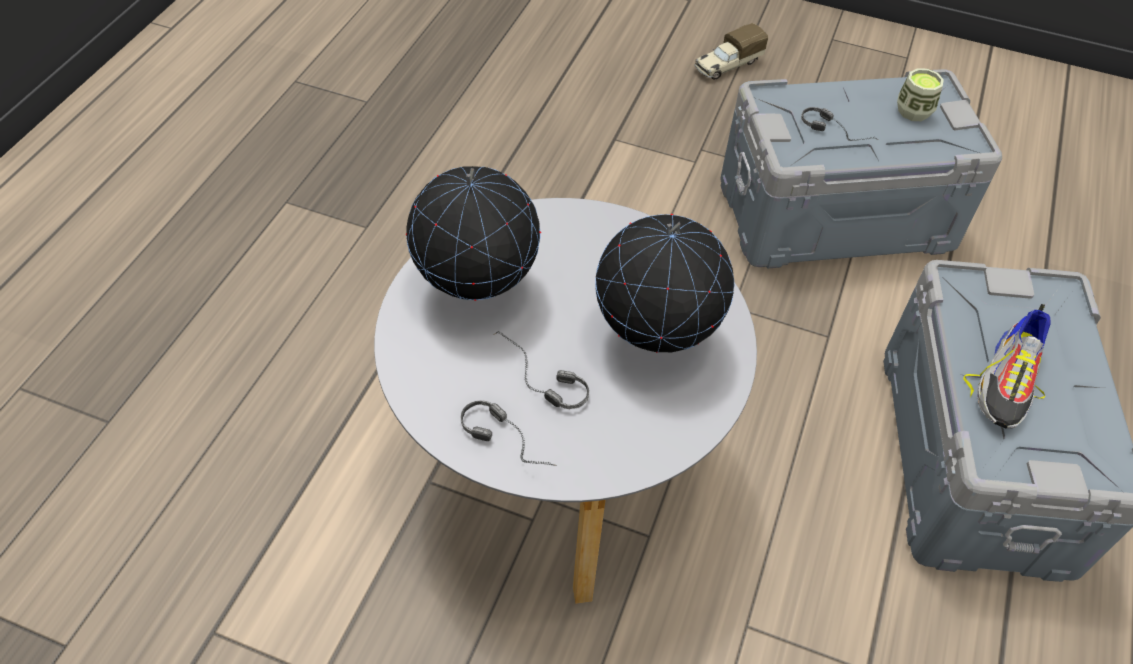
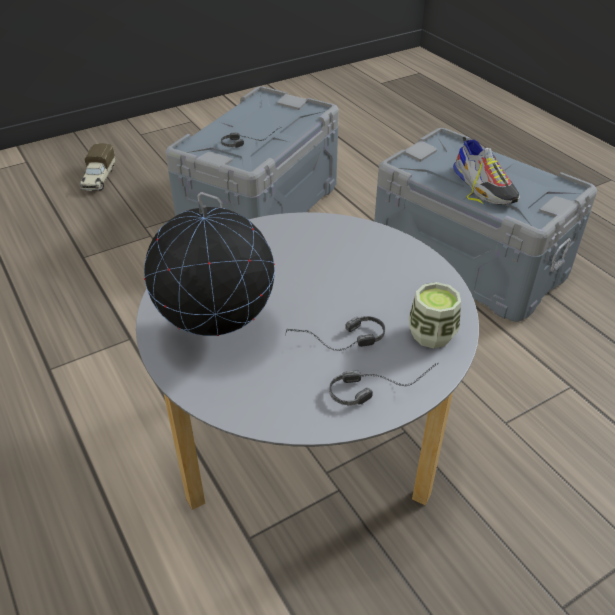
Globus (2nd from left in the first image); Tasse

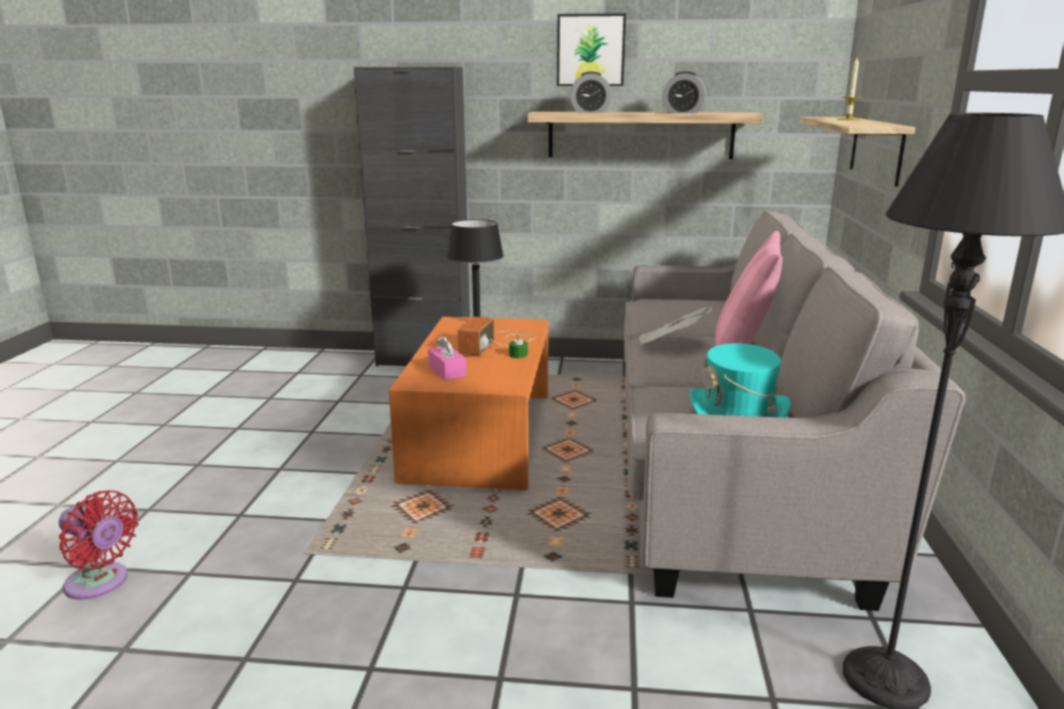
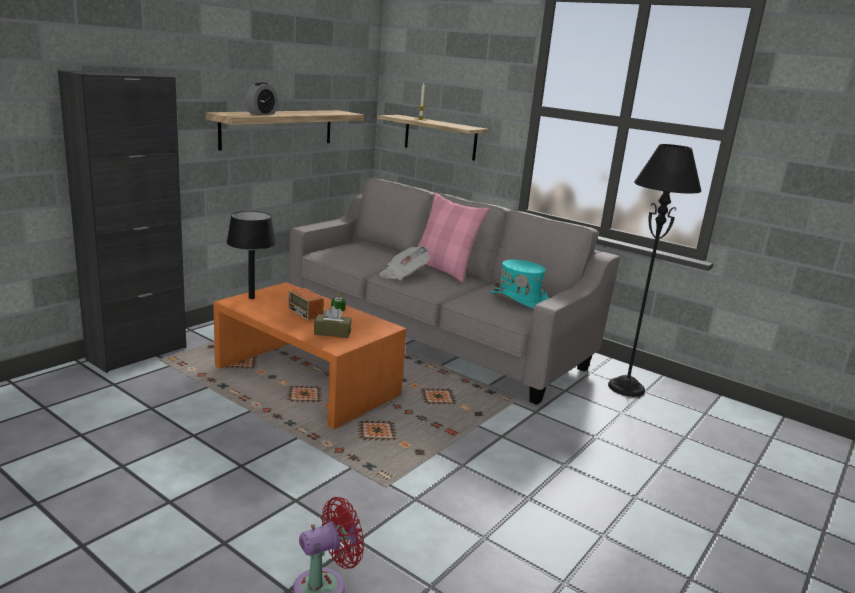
Bild; Wecker (2nd from left in the first image); Taschentuchbox/braun

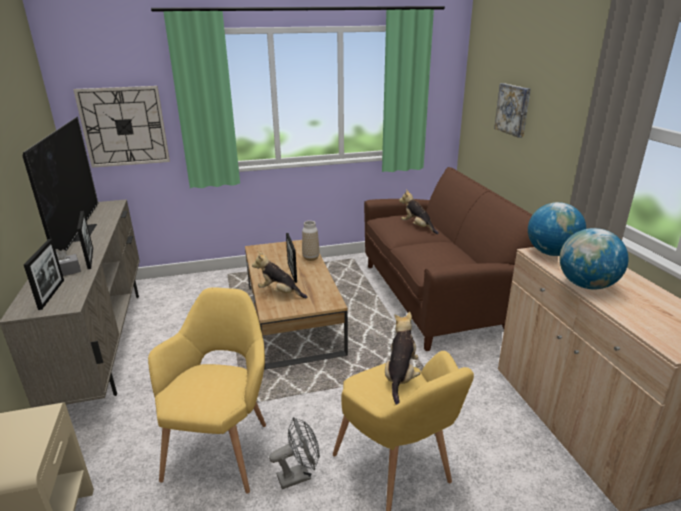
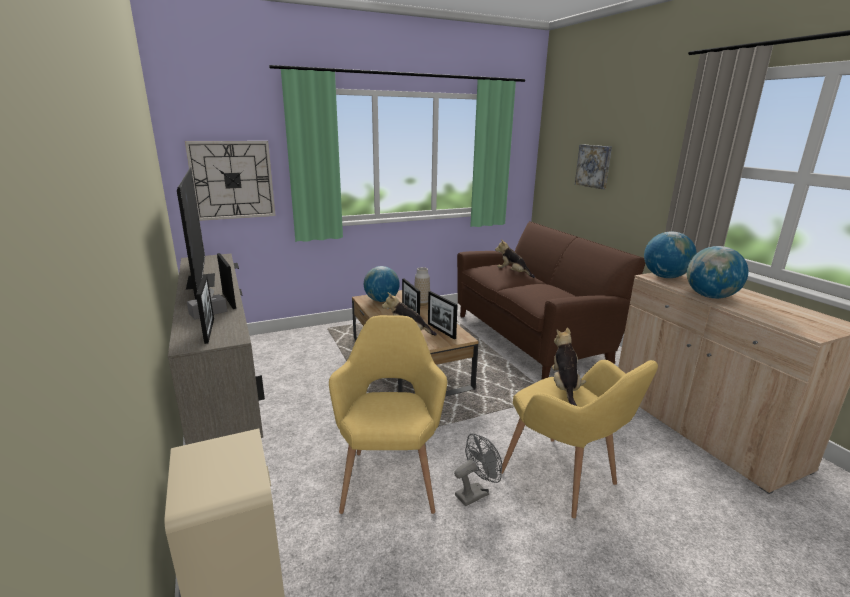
Globus (1st from left); Bilderrahmen (4th from left)

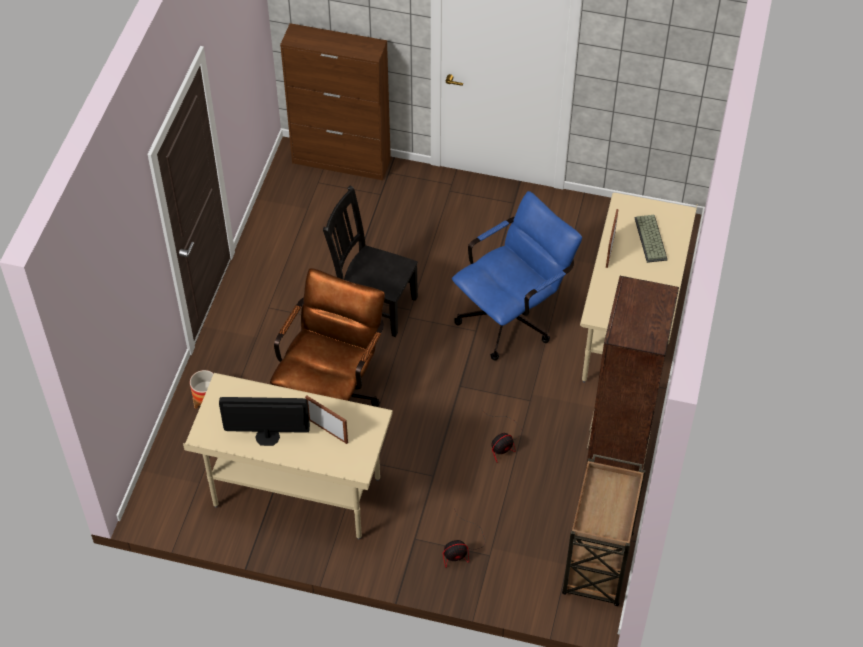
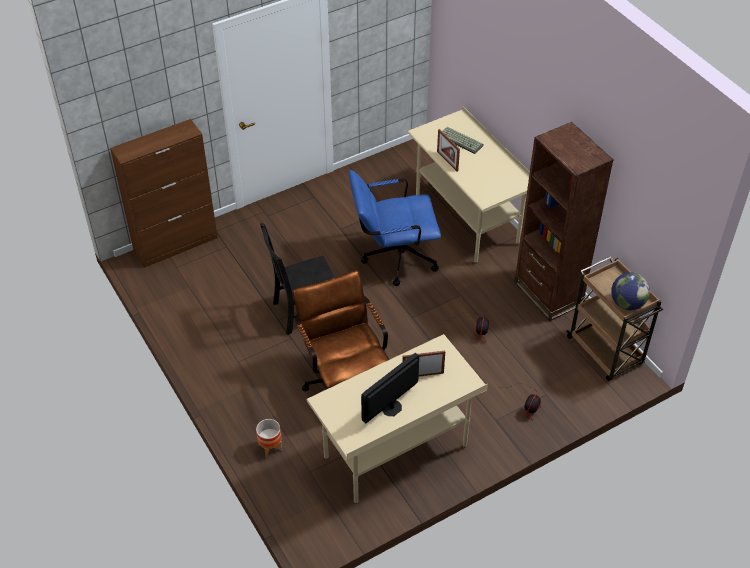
Globus; Bürostuhl/blau

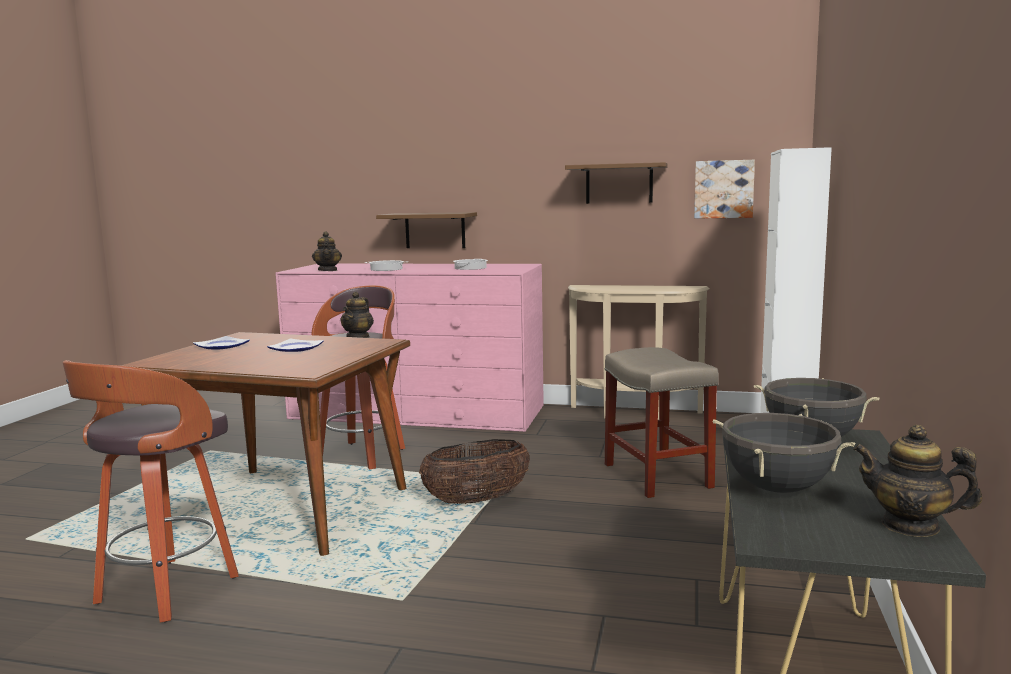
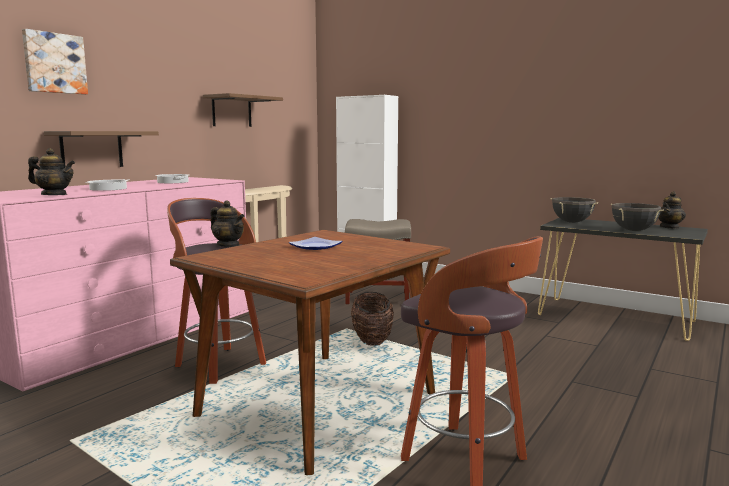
Teller (1st from left in the first image); Bild

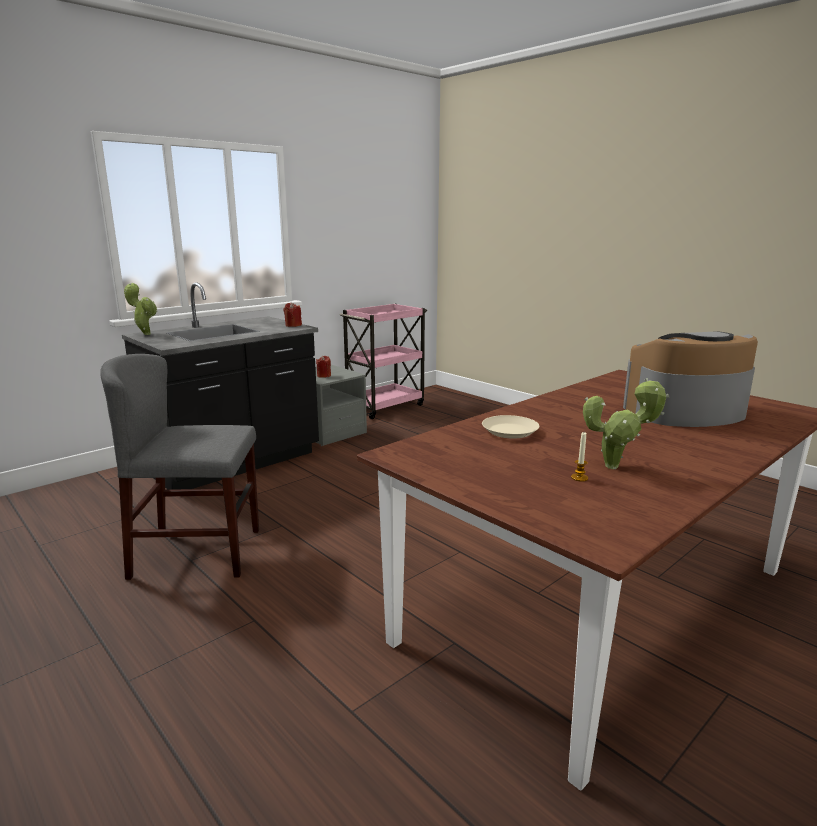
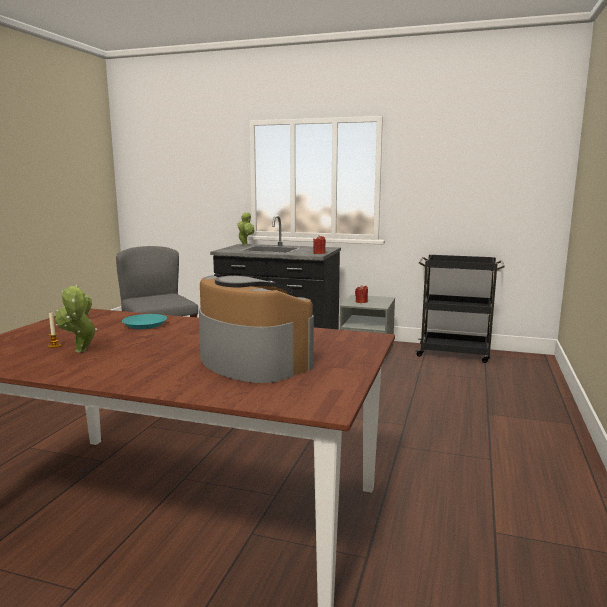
Rollwagen/schwarz; Teller/türkis

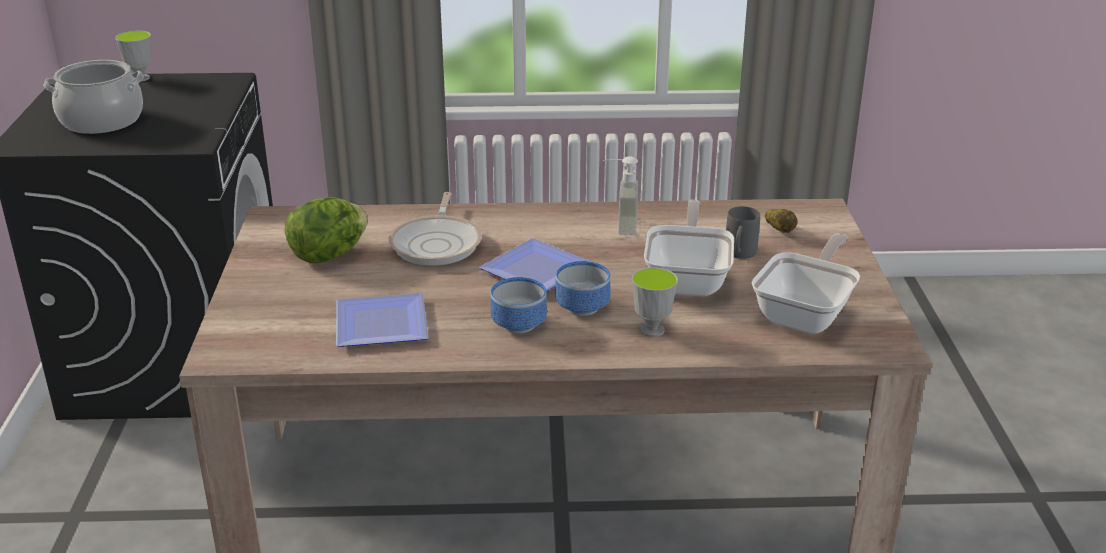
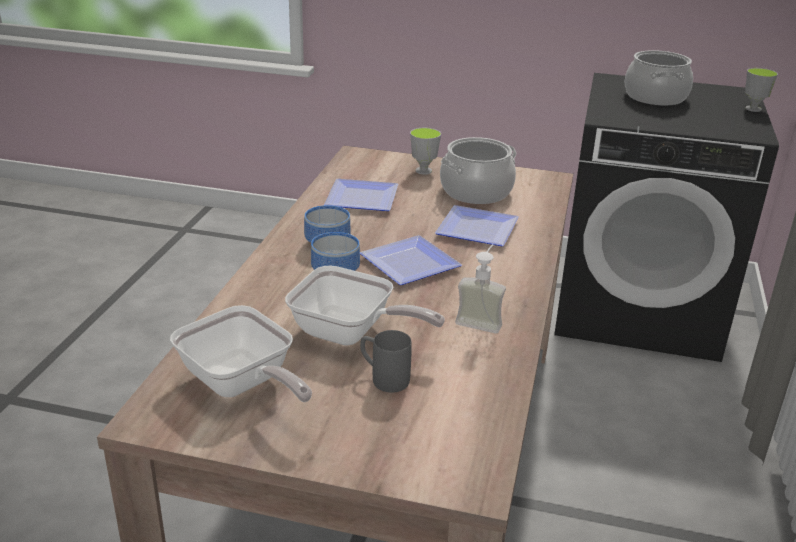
Kartoffel; Tasse (1st from left); Kochtopf (1st from left); Teller (3rd from left)

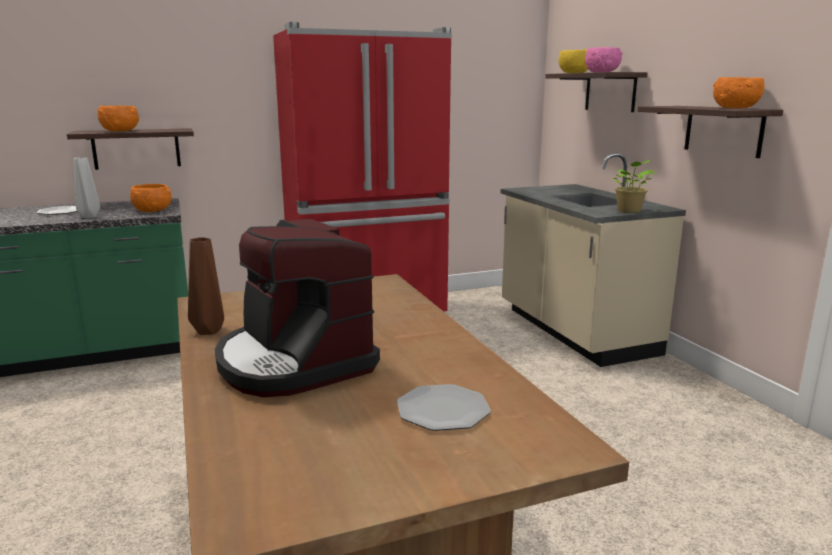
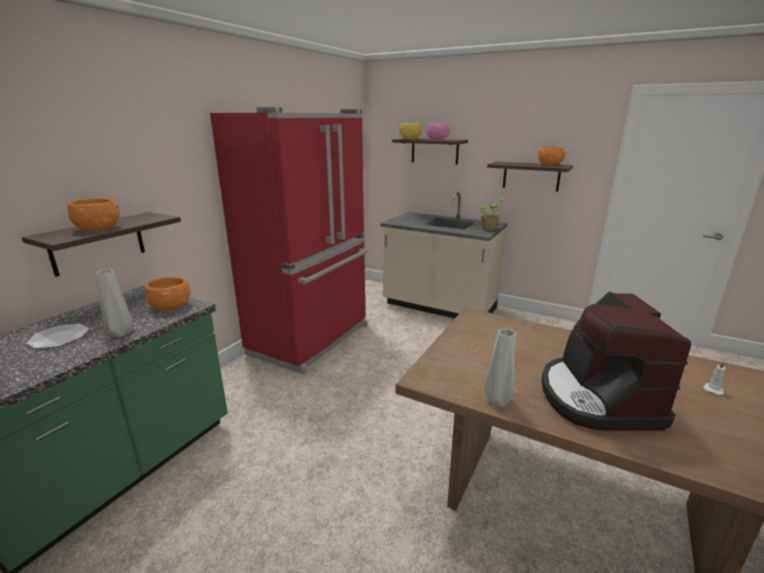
Kerze/weiß; Vase/grau (2nd from left); Kaffeemaschine

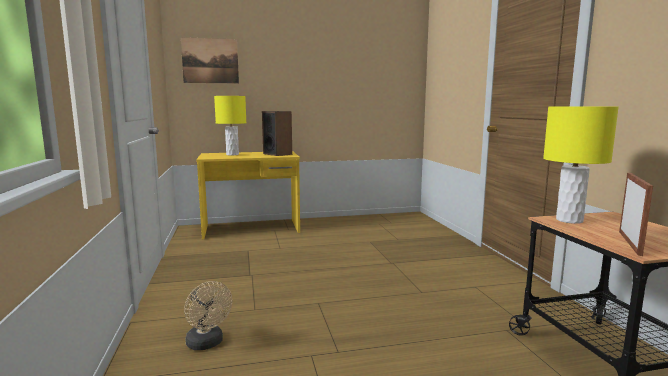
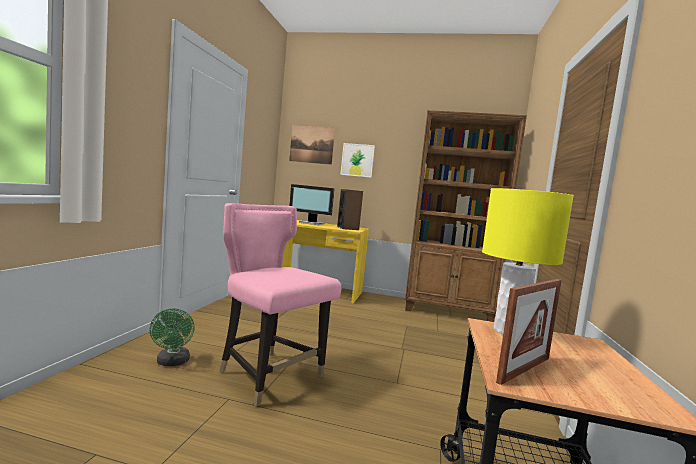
Stuhl/rosa; Bild (2nd from left); Bücherregal/braun; Monitor; Ventilator/grün

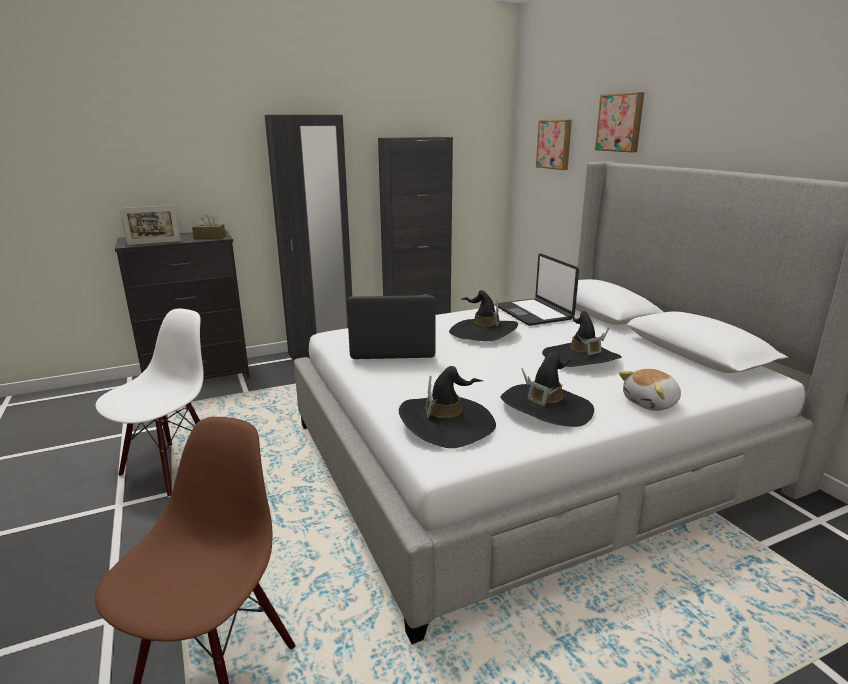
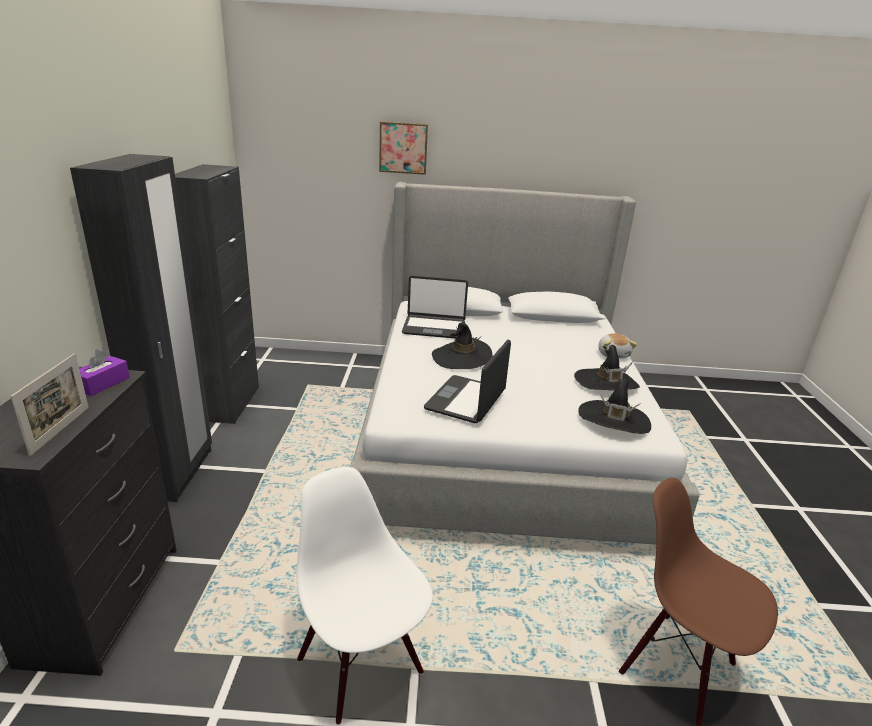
Bild (1st from left in the first image); Hut/schwarz (4th from left in the first image); Taschentuchbox/lila

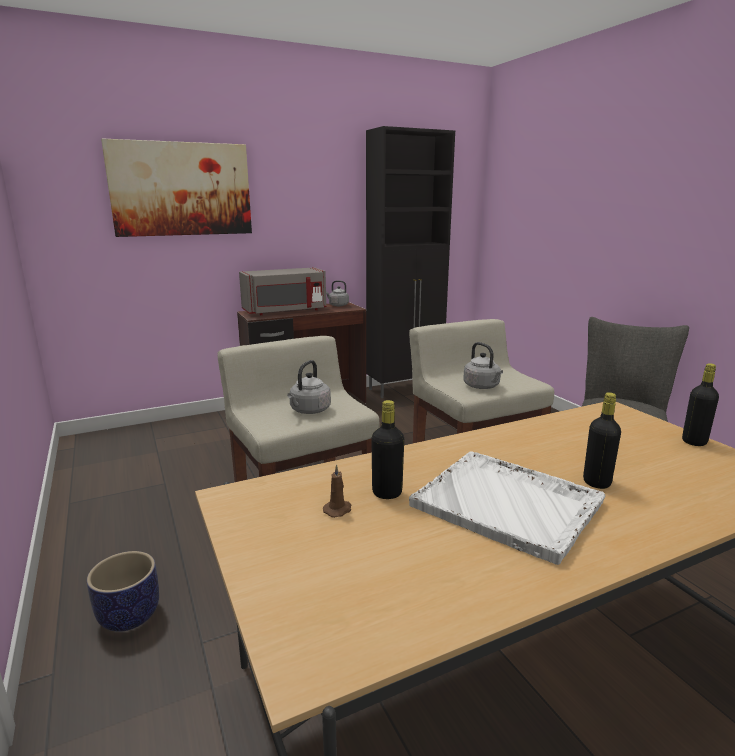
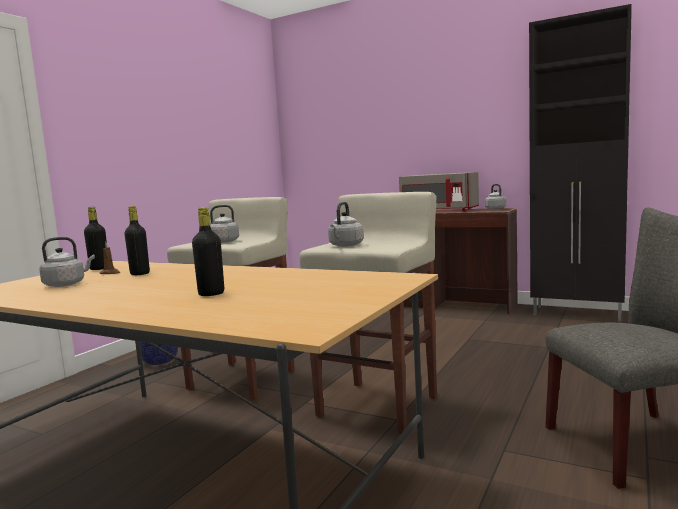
Bild; Tablett/weiß; Wasserkessel/grau (1st from left); Flasche/schwarz (1st from left)

